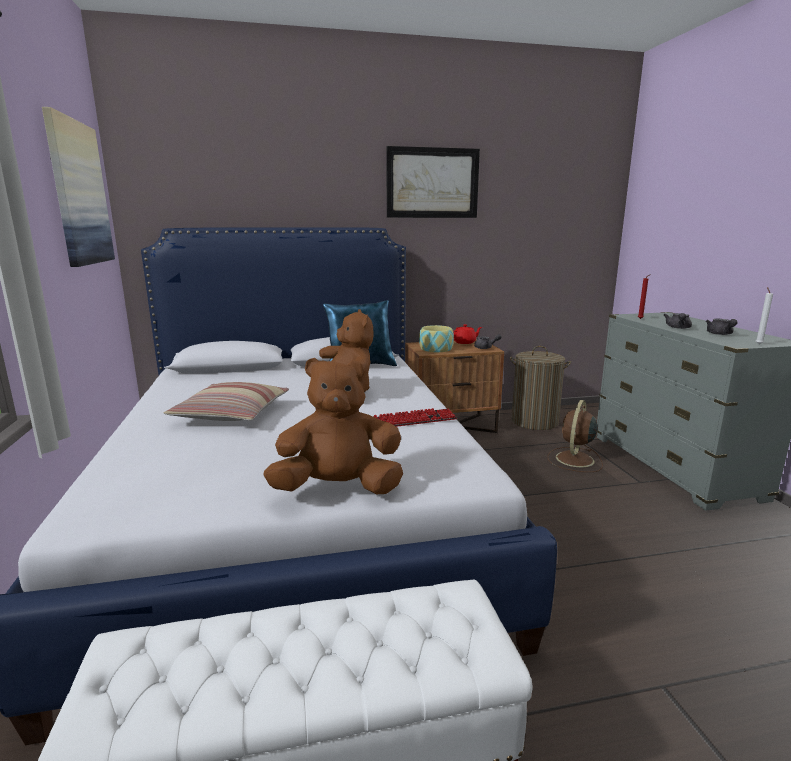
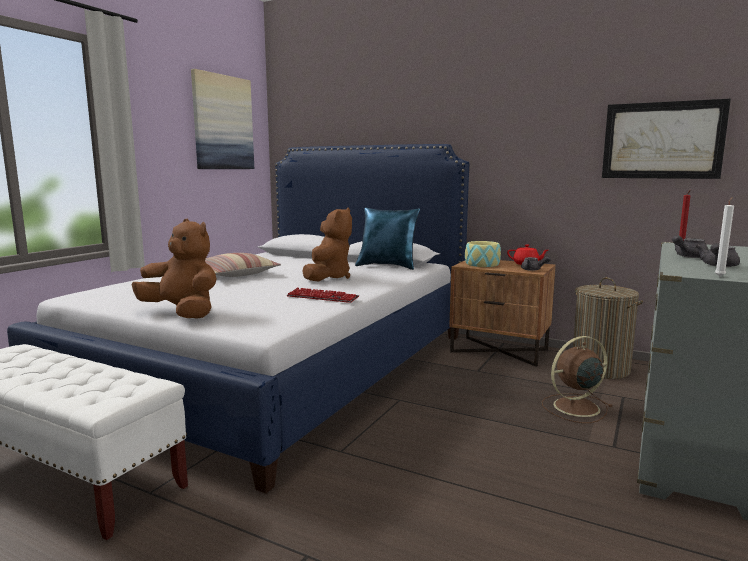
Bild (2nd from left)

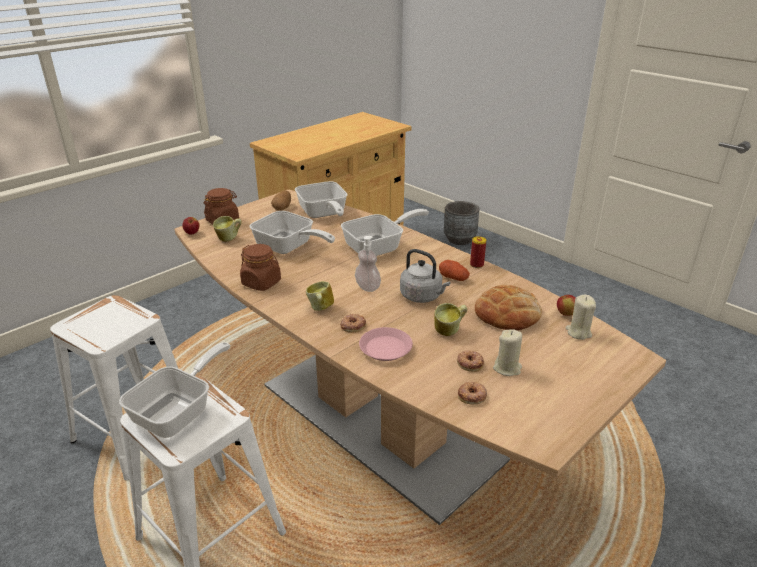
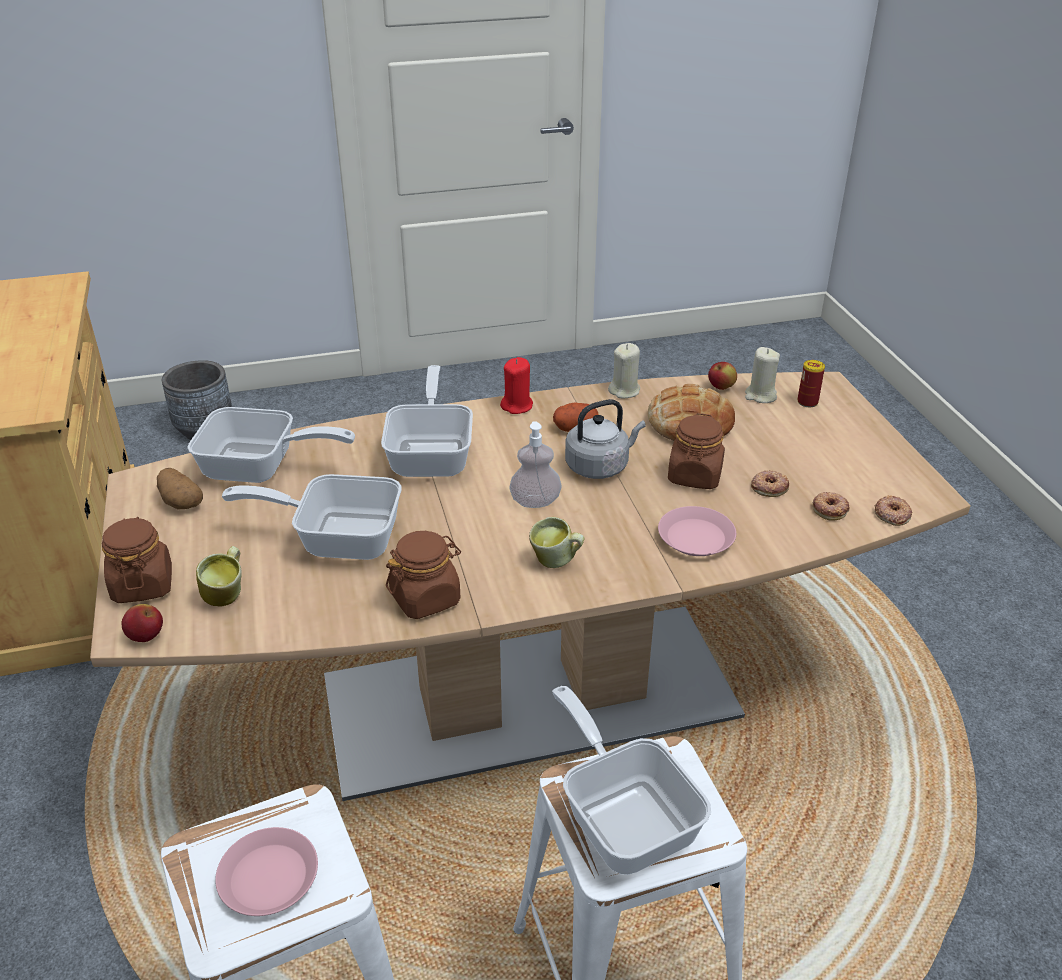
Teller/rosa (1st from left); Kerze/rot; Donut (3rd from left); Dose; Kerze/beige (1st from left); Vorratsglas/braun (3rd from left); Pfanne (2nd from left)

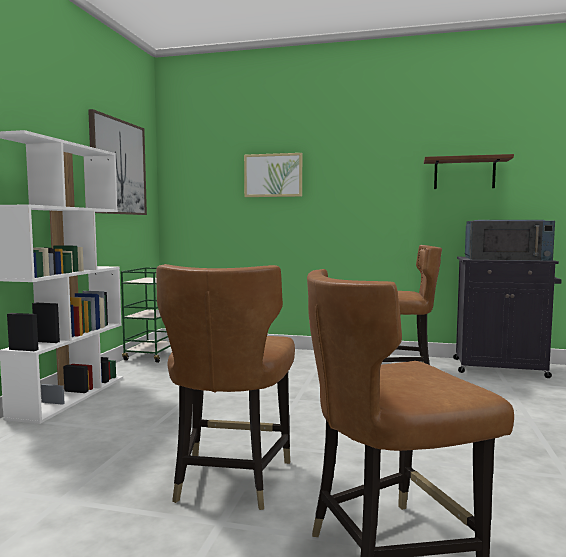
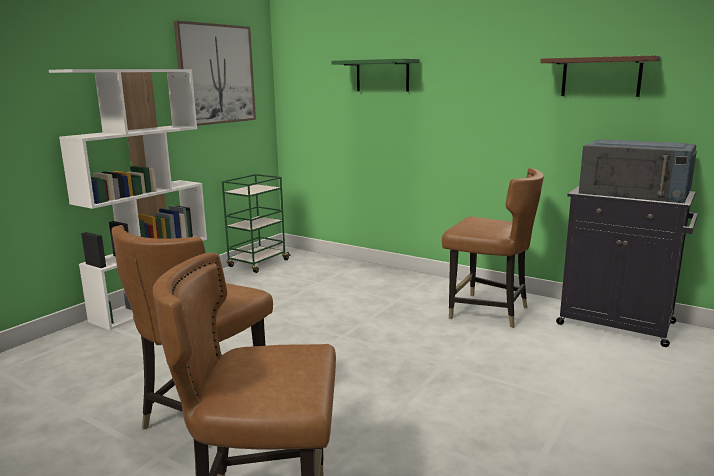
Wandregal/grün

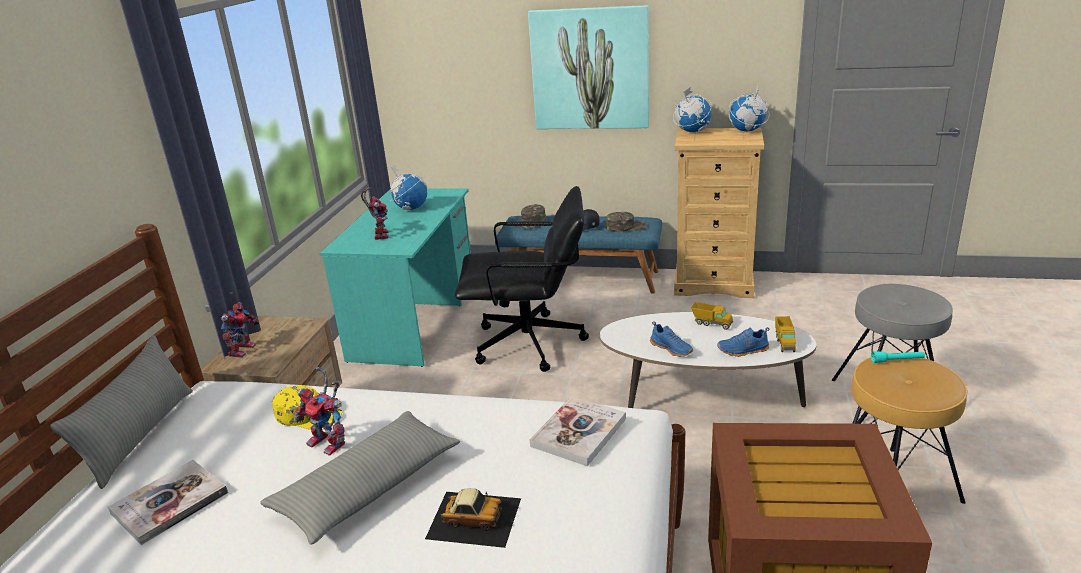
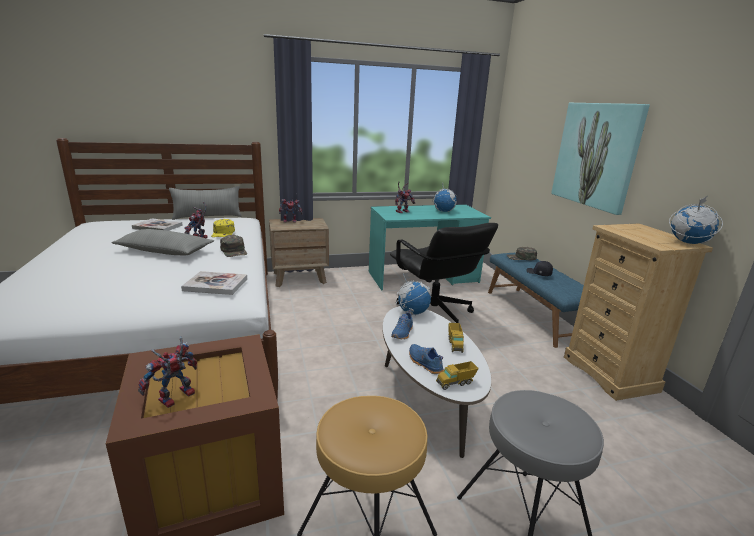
Spielzeugauto; Taschenlampe/türkis; Spielzeugroboter (1st from left); Kappe/grün (1st from left); Globus (1st from left)

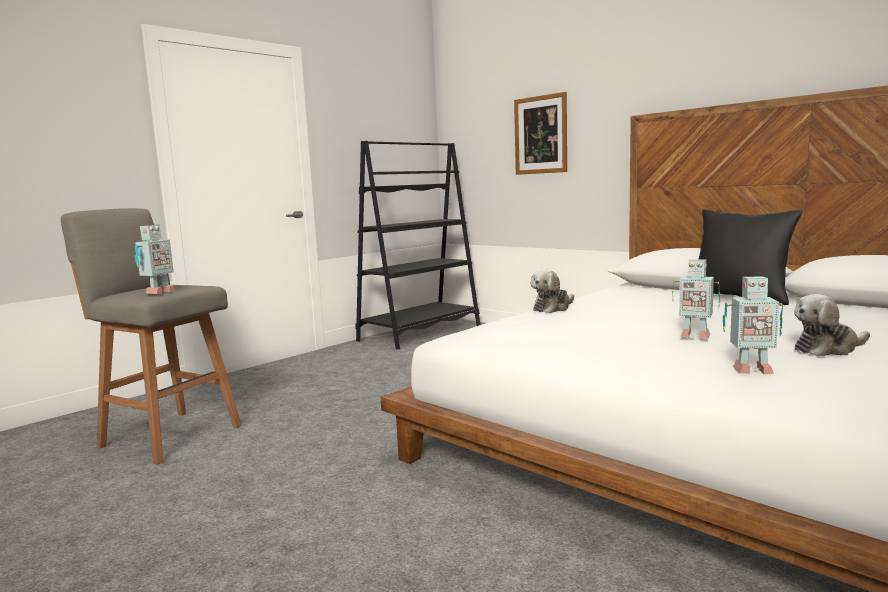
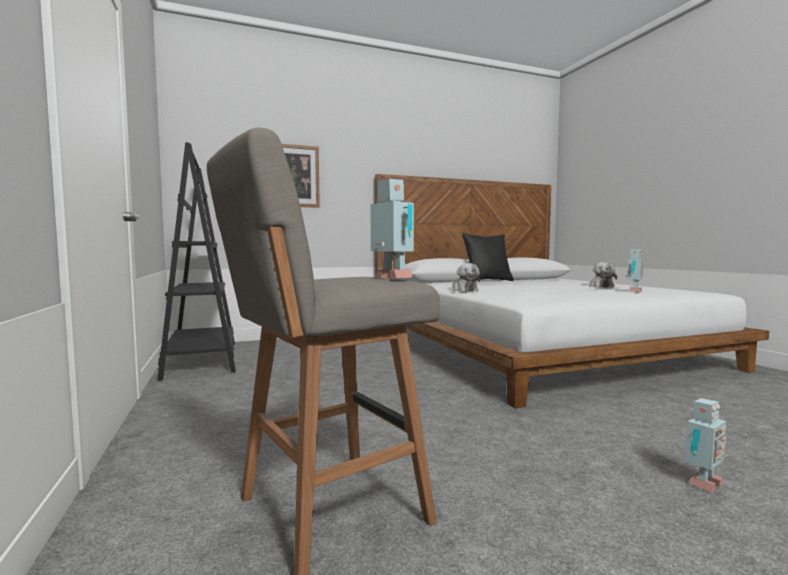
Spielzeugroboter (3rd from left)

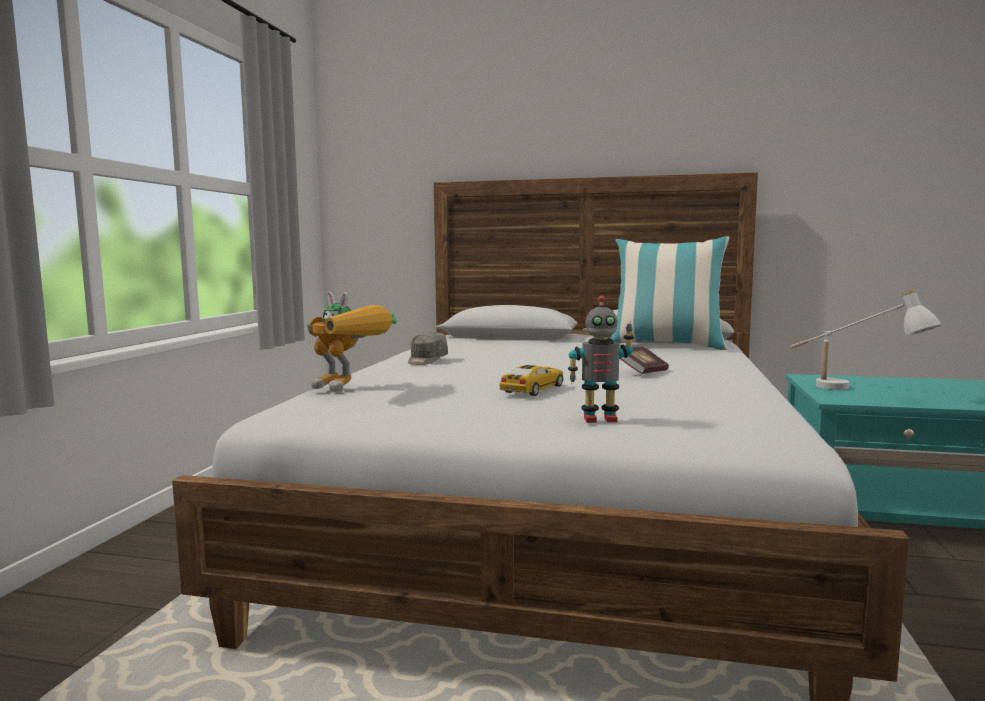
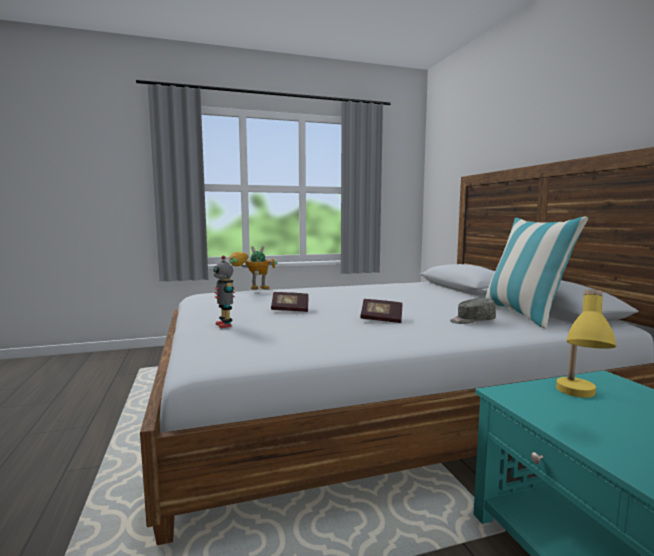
Kappe/grau; Buch (1st from left); Tischlampe/gelb; Spielzeugroboter (2nd from left)

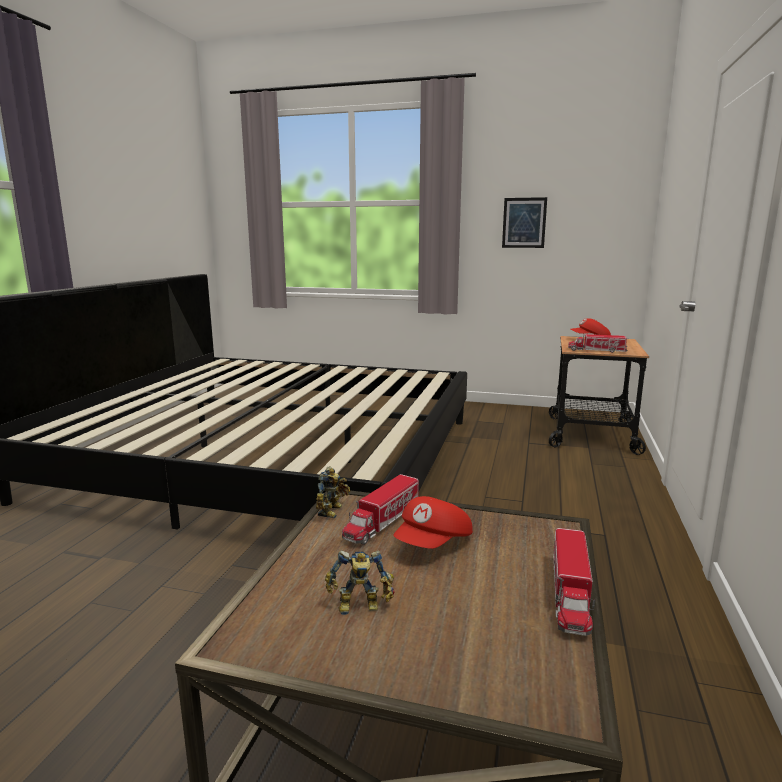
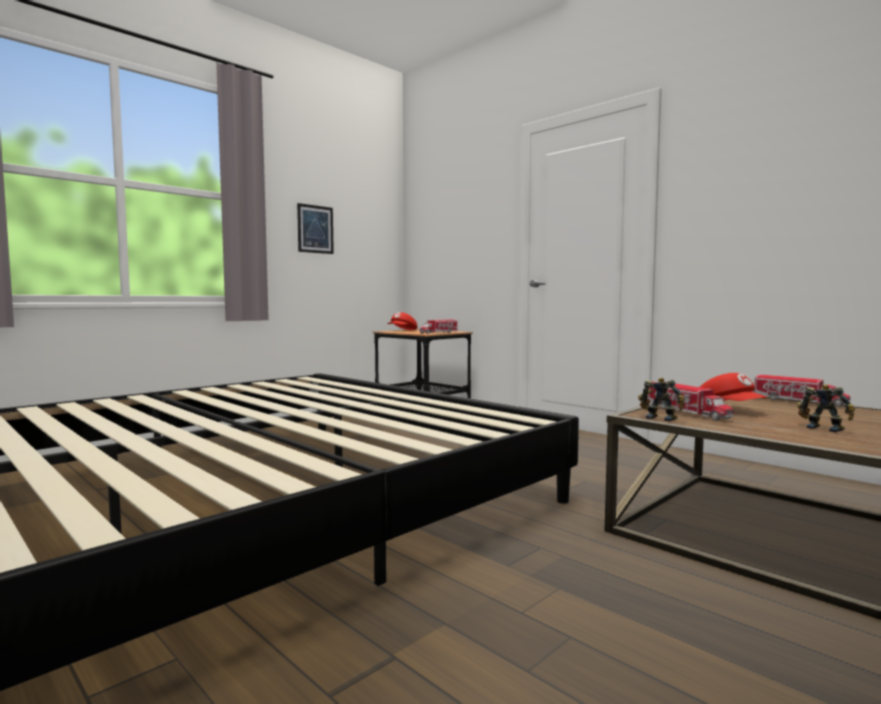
Spielzeugroboter (2nd from left)

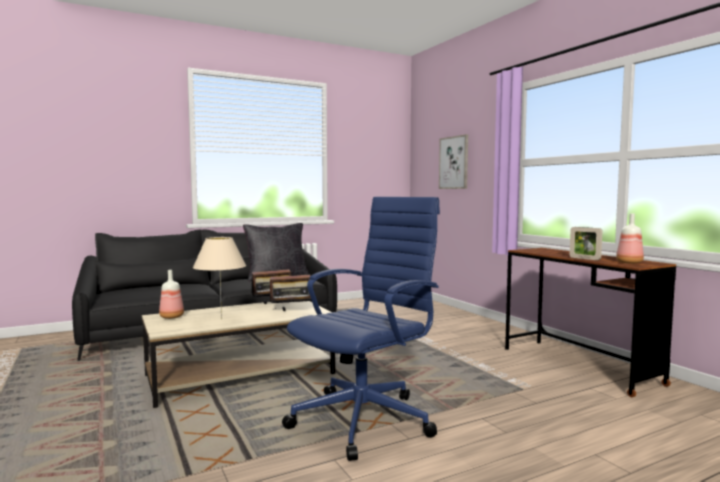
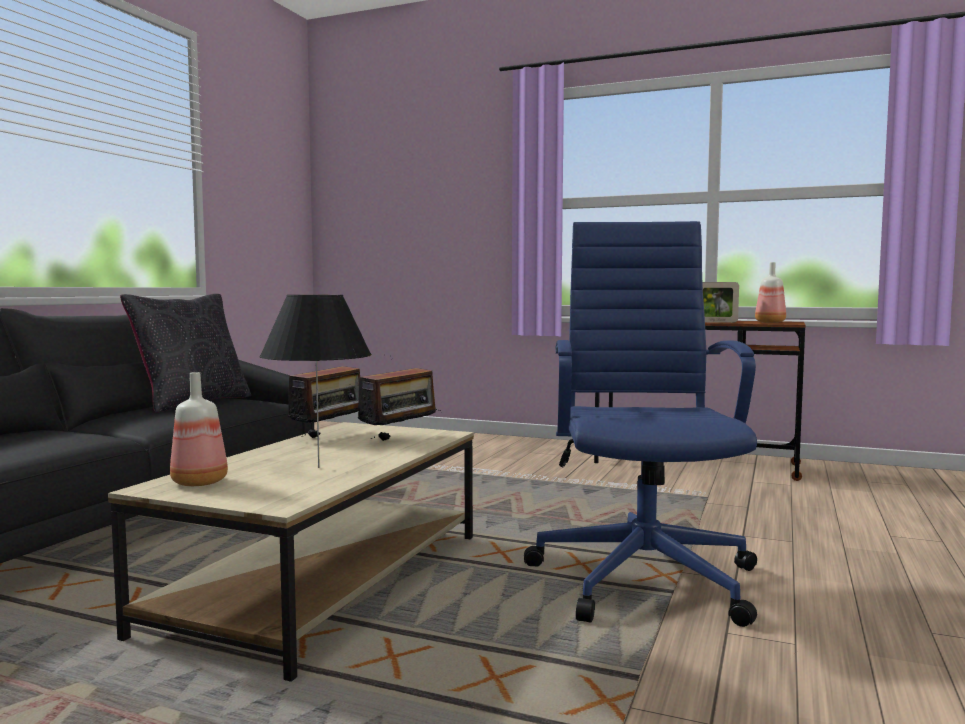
Bild; Tischlampe/schwarz

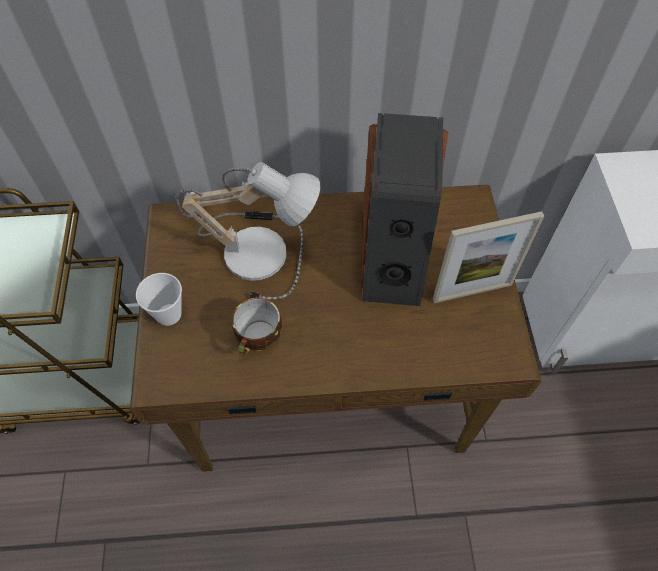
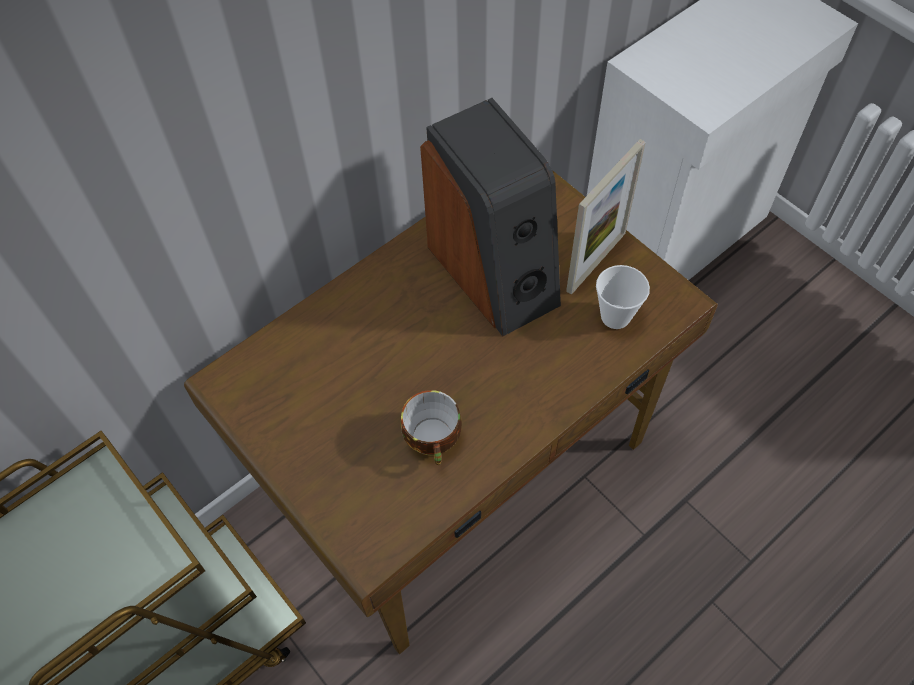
Tischlampe; Tasse (2nd from left)

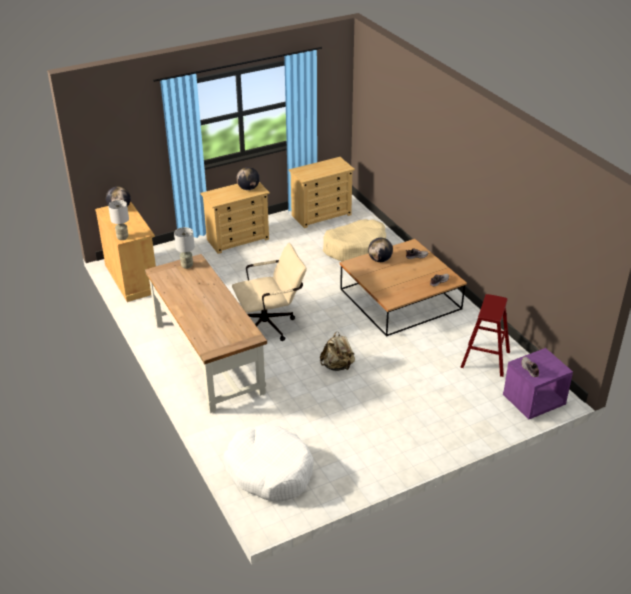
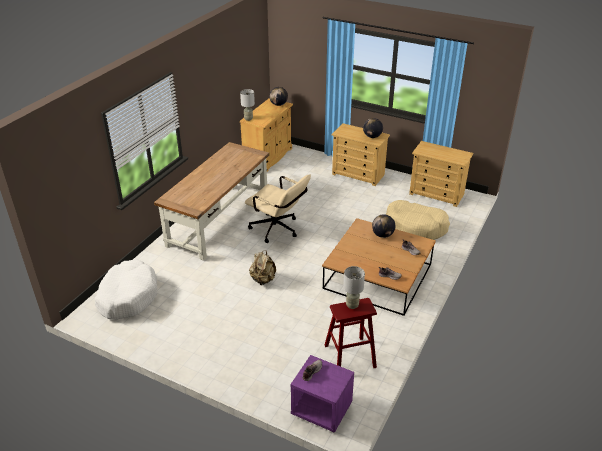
Tischlampe/grau (2nd from left)

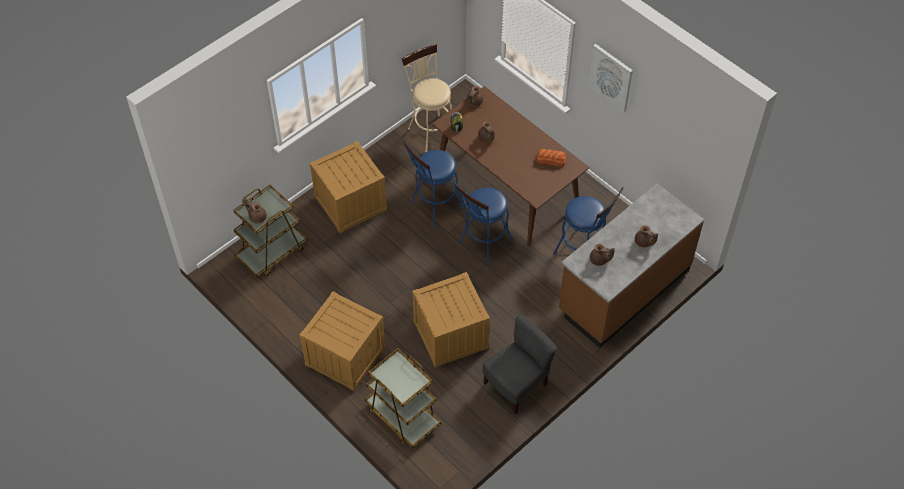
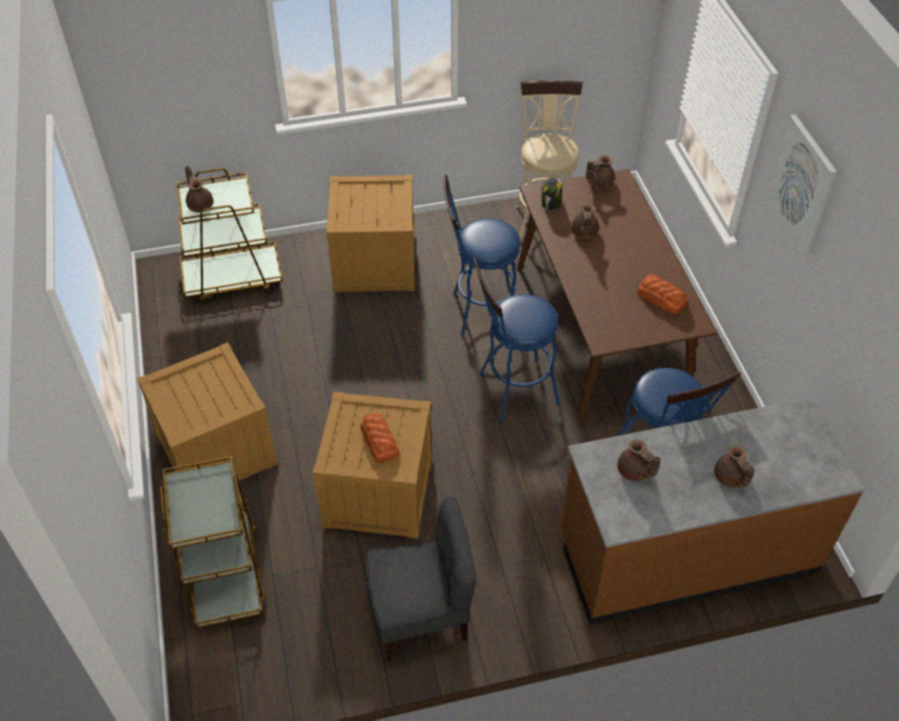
Brot (1st from left)

